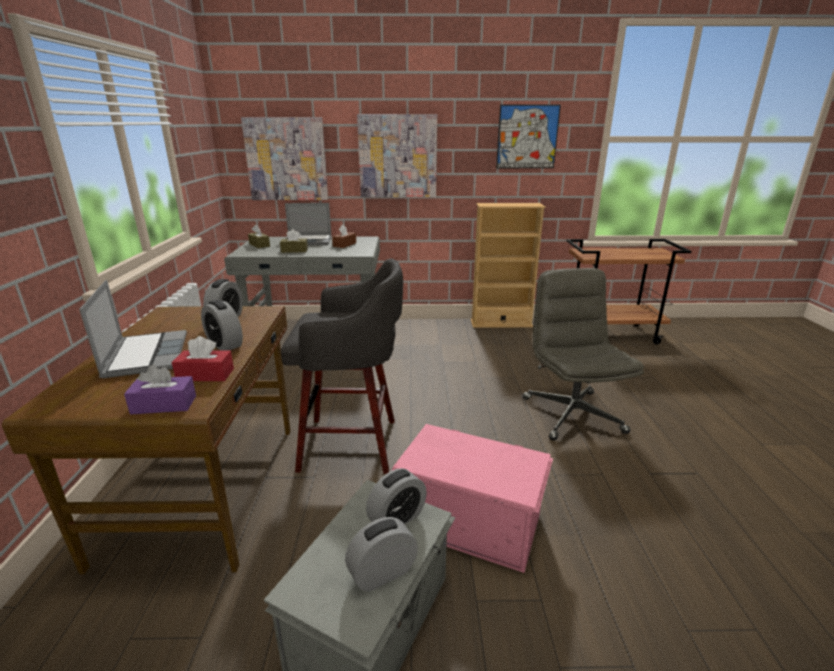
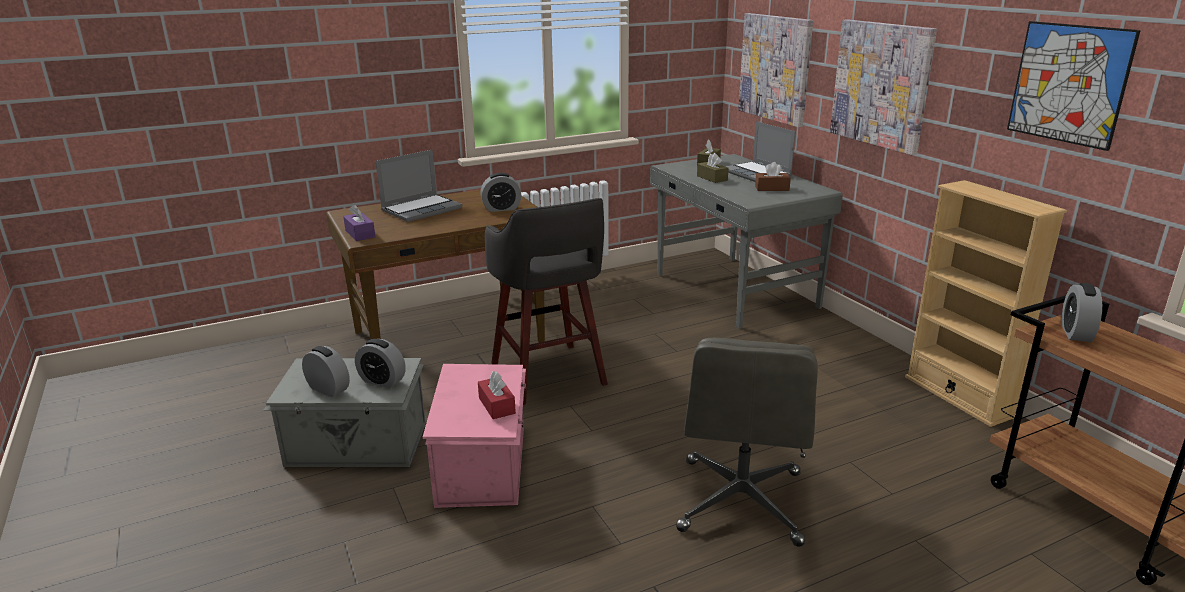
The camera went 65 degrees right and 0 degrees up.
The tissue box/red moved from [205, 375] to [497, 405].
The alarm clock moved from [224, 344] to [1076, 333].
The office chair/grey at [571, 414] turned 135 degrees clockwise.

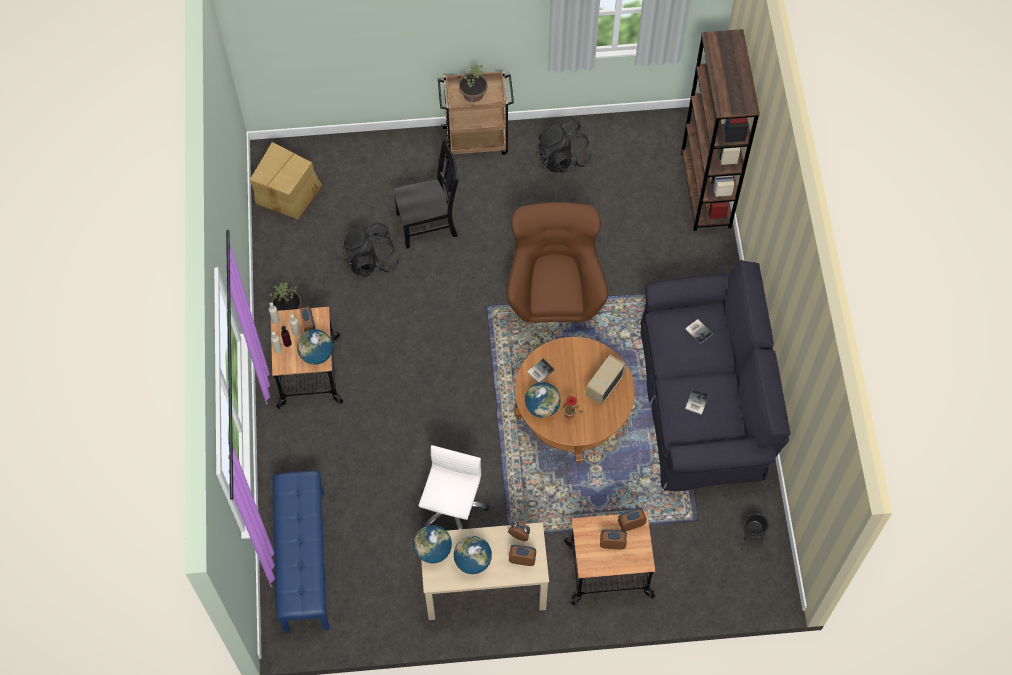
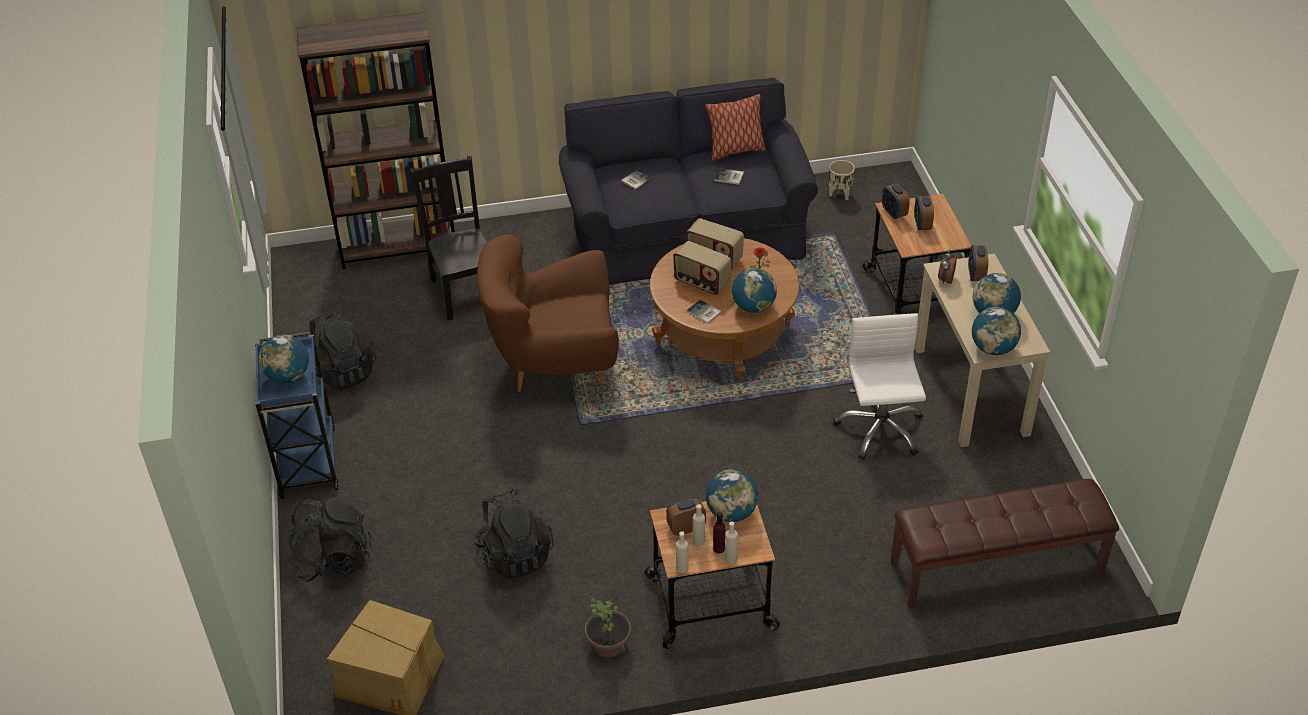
The camera went 95 degrees left and 20 degrees down.
The backpack/black at [333, 559] appeared.
The radio at [701, 283] appeared.
The pillow at [735, 151] appeared.
The chair/black moved from [429, 224] to [465, 290].
The potted plant at [473, 93] was replaced by the globe at [288, 376].
The bench/blue at [303, 560] became the bench/brown at [996, 568].
The cart/brown at [477, 140] became the cart/blue at [308, 460].
The planter/black at [752, 535] became the planter/beige at [840, 194].
The office chair/white at [451, 509] turned 75 degrees clockwise.

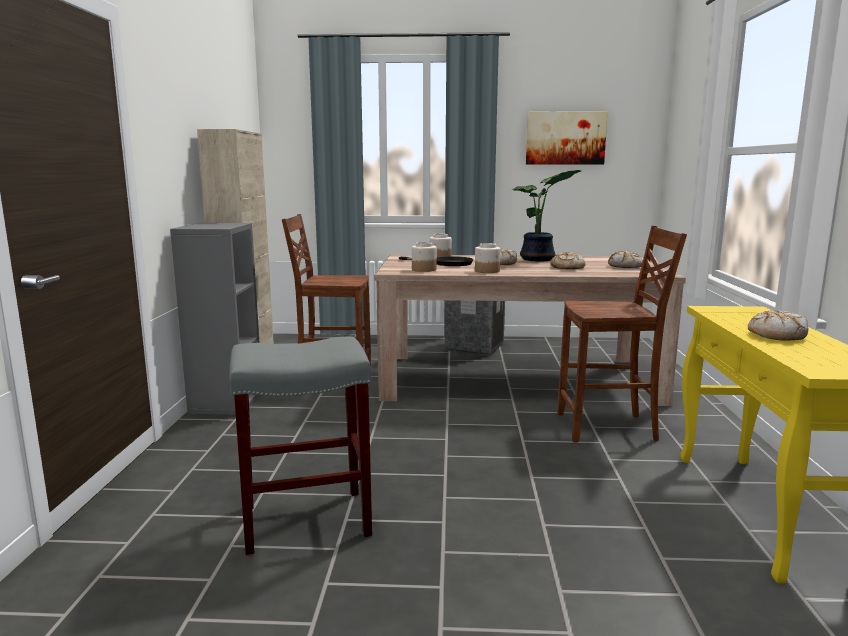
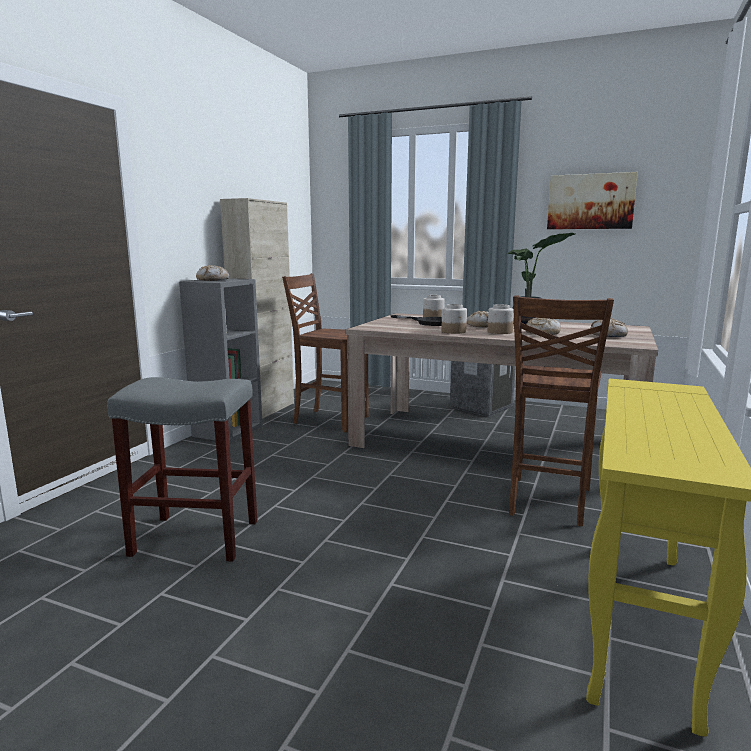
The camera went 20 degrees right and 0 degrees up.
The jar moved from [423, 270] to [499, 332].
The bread moved from [776, 335] to [213, 280].
The chair/brown at [609, 428] turned 90 degrees clockwise.

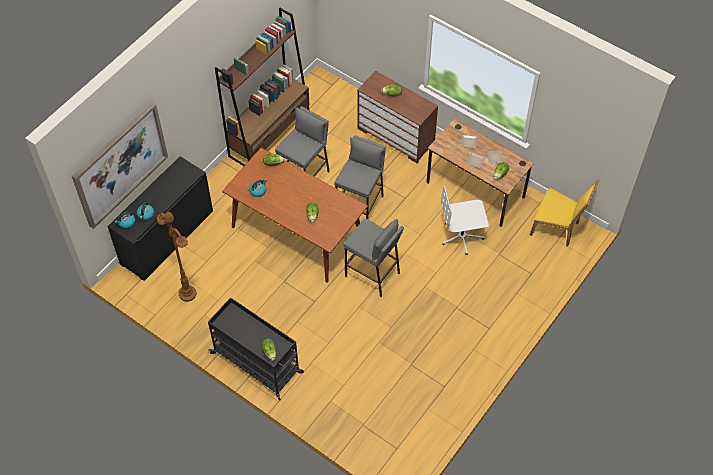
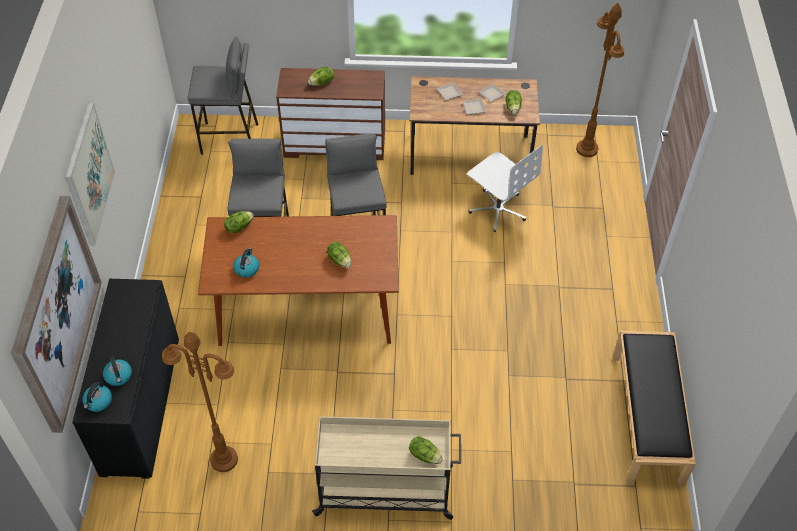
The camera went 35 degrees left and 5 degrees down.
The bookcase/brown at [269, 133] disappeared.
The picture at [89, 174] appeared.
The bench/black at [647, 419] appeared.
The stool/grey moved from [372, 275] to [230, 139].
The chair/yellow at [557, 228] was replaced by the floor lamp/brown at [587, 149].
The cart/black at [257, 363] became the cart/beige at [386, 491].
The office chair/white at [462, 236] turned 90 degrees counterclockwise.

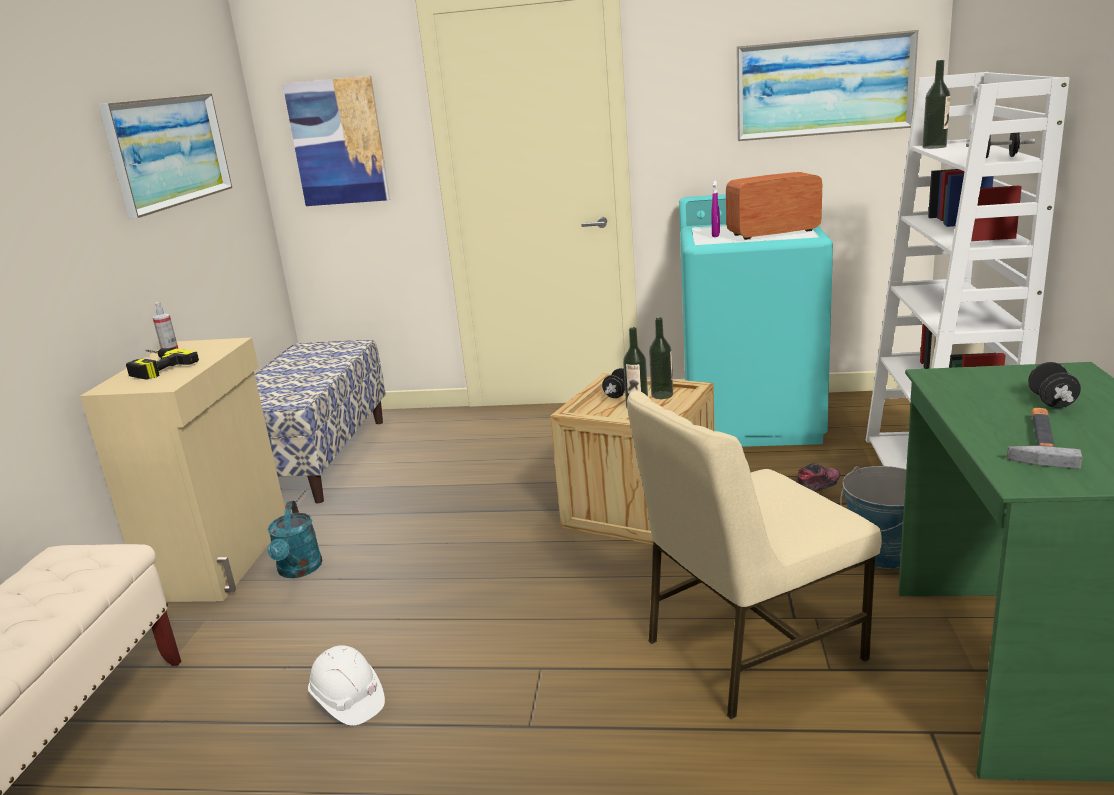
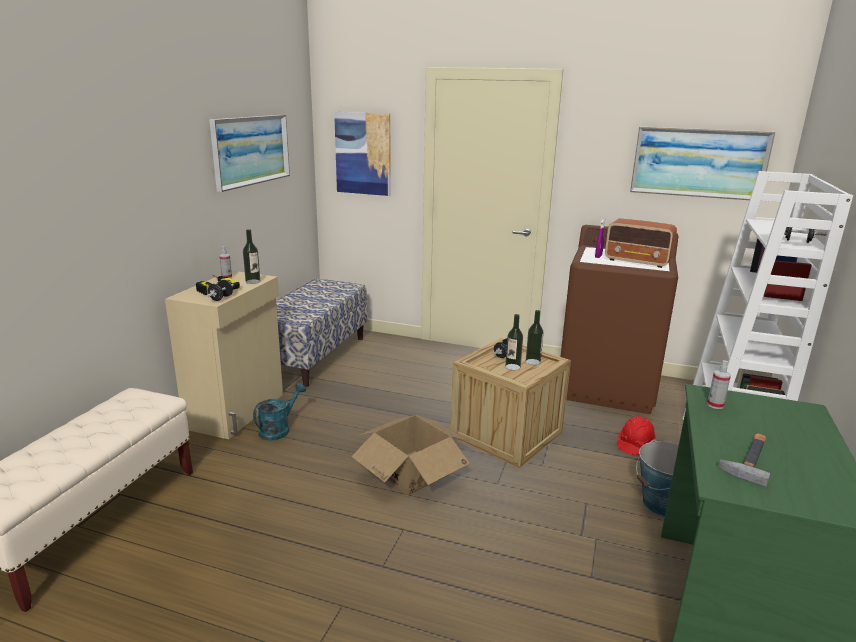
The camera went 10 degrees right and 0 degrees up.
The hard hat/white at [347, 700] disappeared.
The chair/beige at [749, 649] disappeared.
The cardboard box at [412, 472] appeared.
The spray bottle at [715, 405] appeared.
The bottle moved from [934, 147] to [253, 281].
The dumbbell/black moved from [1051, 401] to [221, 298].
The shoe at [818, 485] was replaced by the hard hat/red at [635, 444].
The washing machine/turquoise at [752, 420] became the washing machine/brown at [607, 386].
The watering can/turquoise at [299, 570] turned 150 degrees counterclockwise.
The radio at [772, 233] turned 150 degrees counterclockwise.

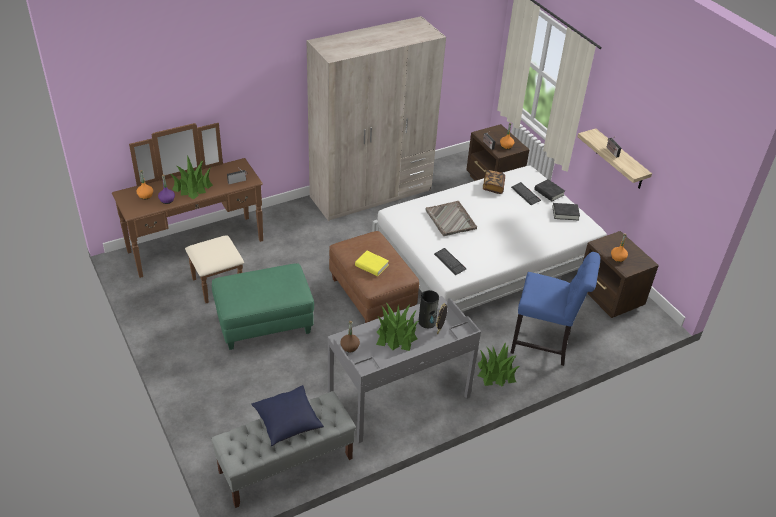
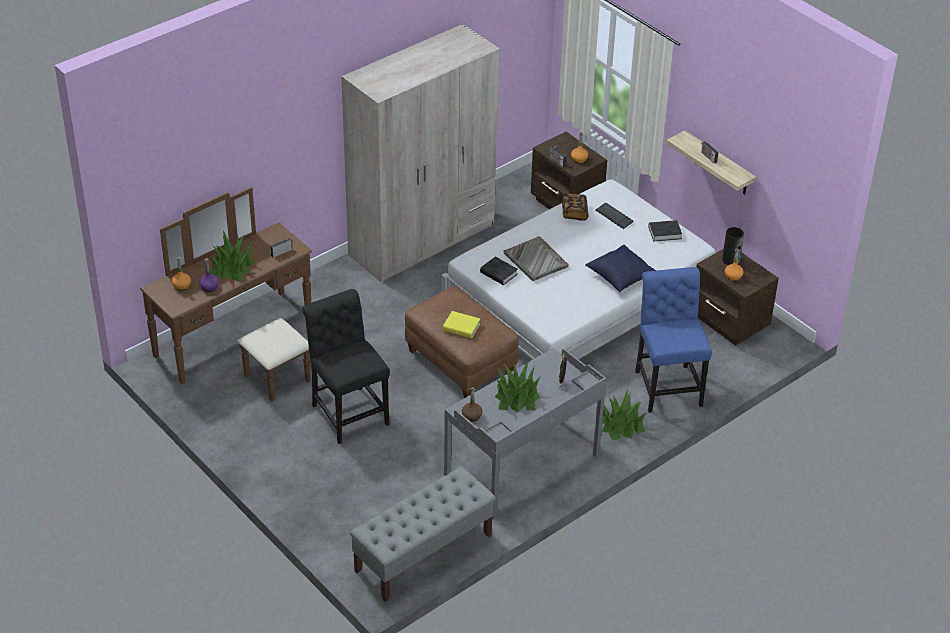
The camera went 10 degrees left and 0 degrees up.
The keyboard at [449, 262] disappeared.
The pillow/blue moved from [287, 422] to [620, 277].
The vase moved from [427, 322] to [731, 260].
The book/black moved from [549, 192] to [498, 273].
The ottoman/green at [265, 323] was replaced by the chair/black at [348, 412].
The chair/blue at [544, 344] turned 105 degrees counterclockwise.

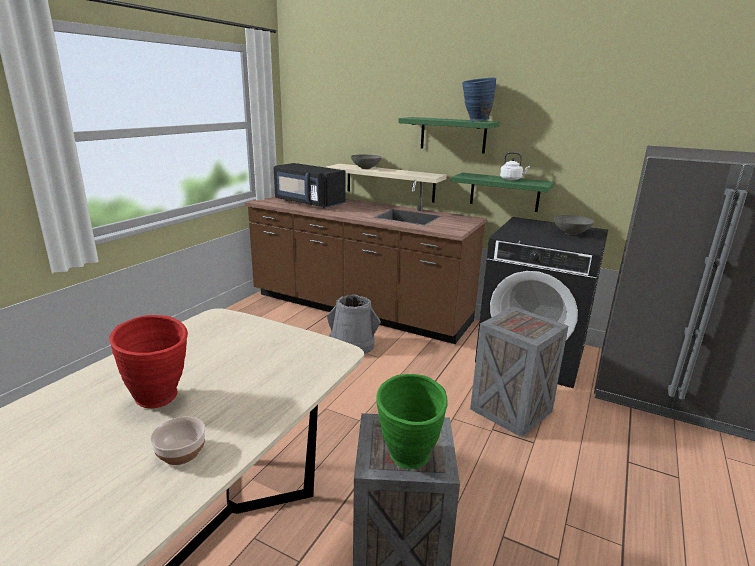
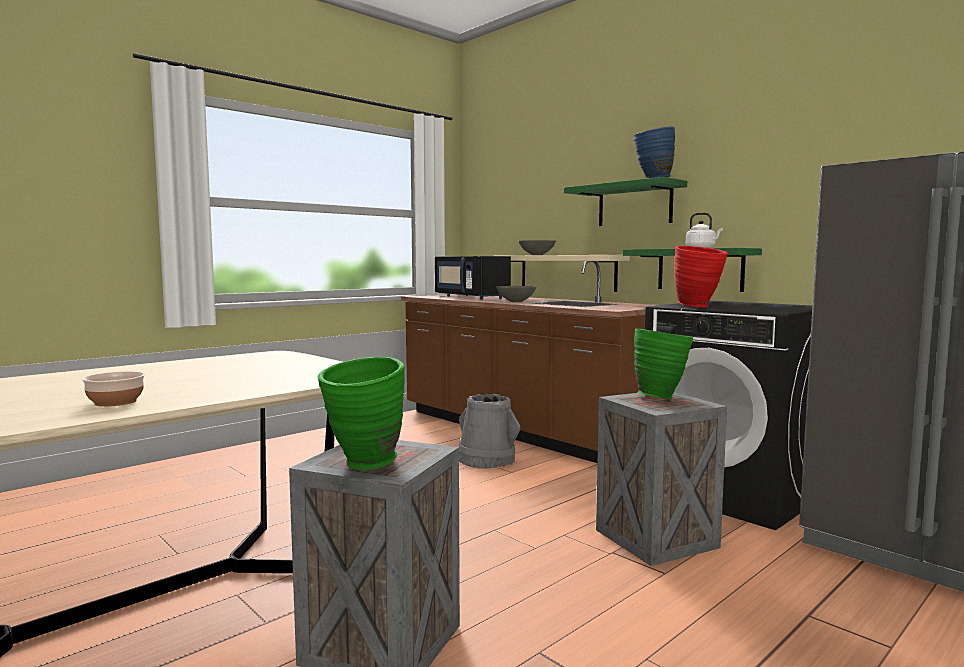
The camera went 20 degrees right and 15 degrees down.
The vase/green at [661, 397] appeared.
The vase/red moved from [161, 401] to [699, 307].
The bowl/grey moved from [570, 233] to [515, 301].

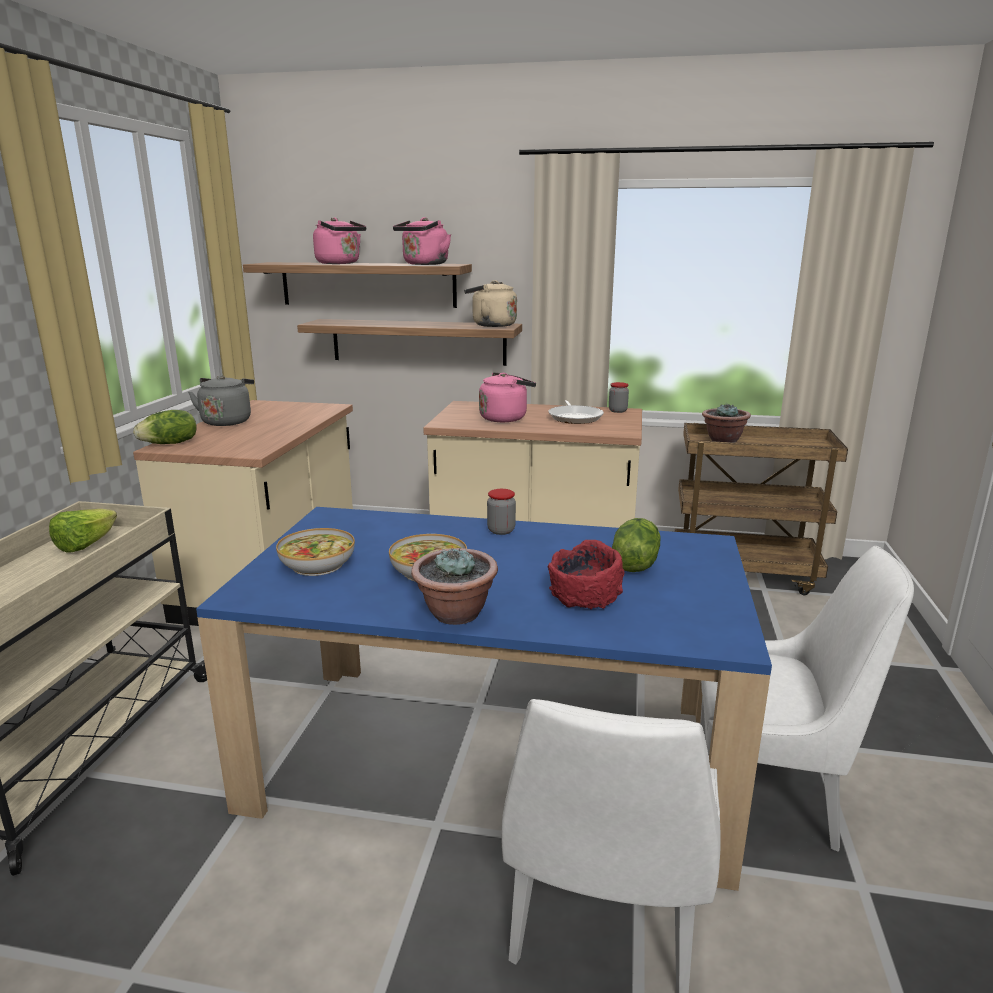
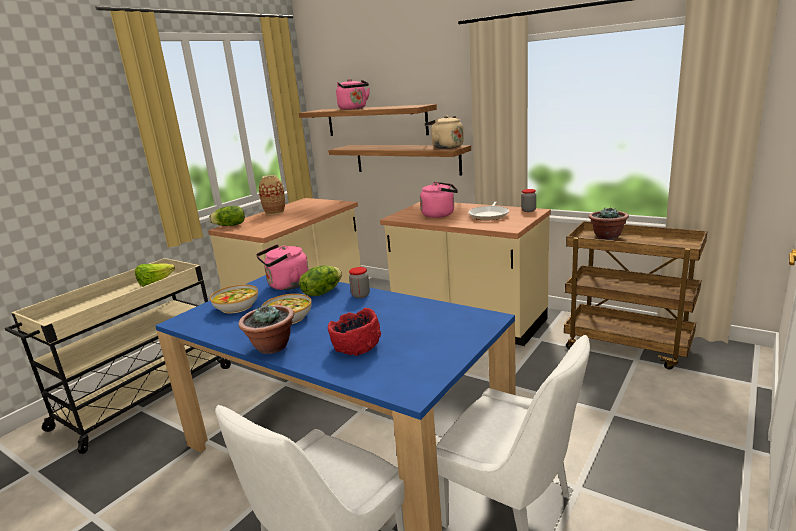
The camera went 25 degrees right and 0 degrees up.
The kettle/pink moved from [424, 264] to [286, 285].
The lettuce moved from [634, 564] to [322, 292].
The kettle/grey at [227, 421] was replaced by the vase at [275, 212].

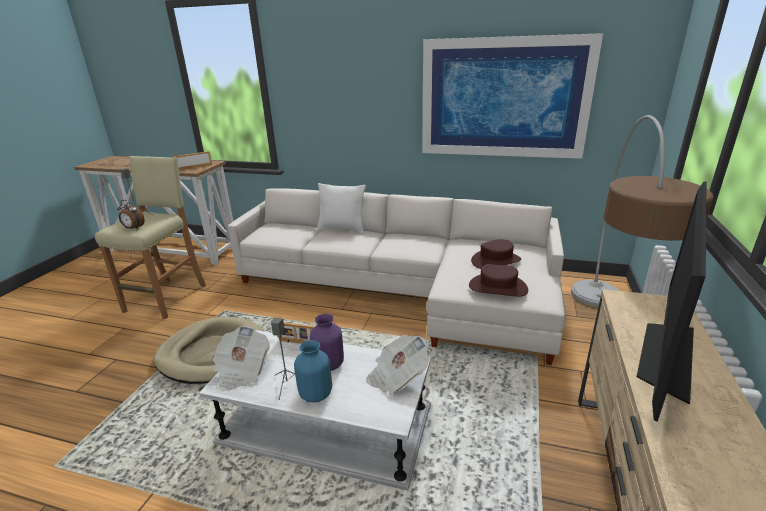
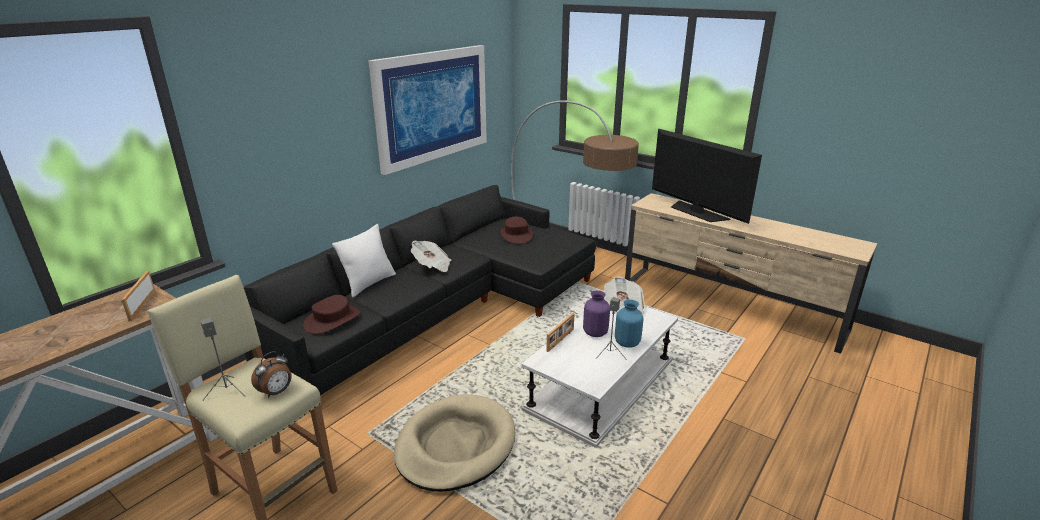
The camera went 70 degrees left and 0 degrees up.
The newspaper moved from [242, 371] to [432, 265].
The hat/brown moved from [497, 287] to [332, 320].
The sofa/white at [406, 289] became the sofa/black at [444, 307].

